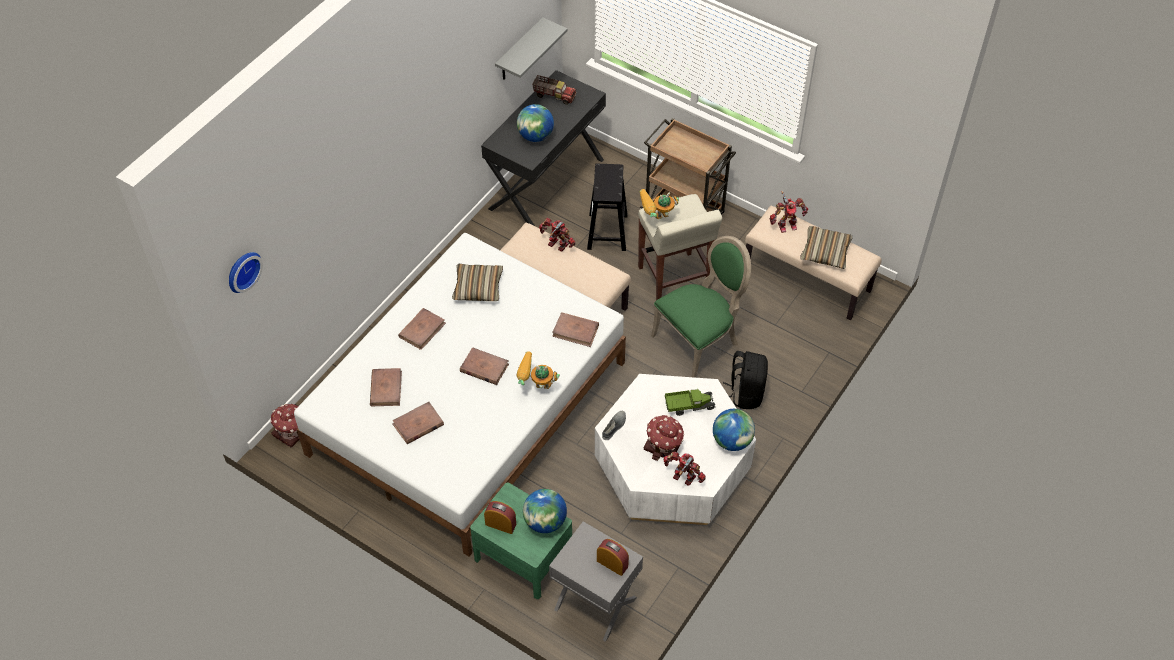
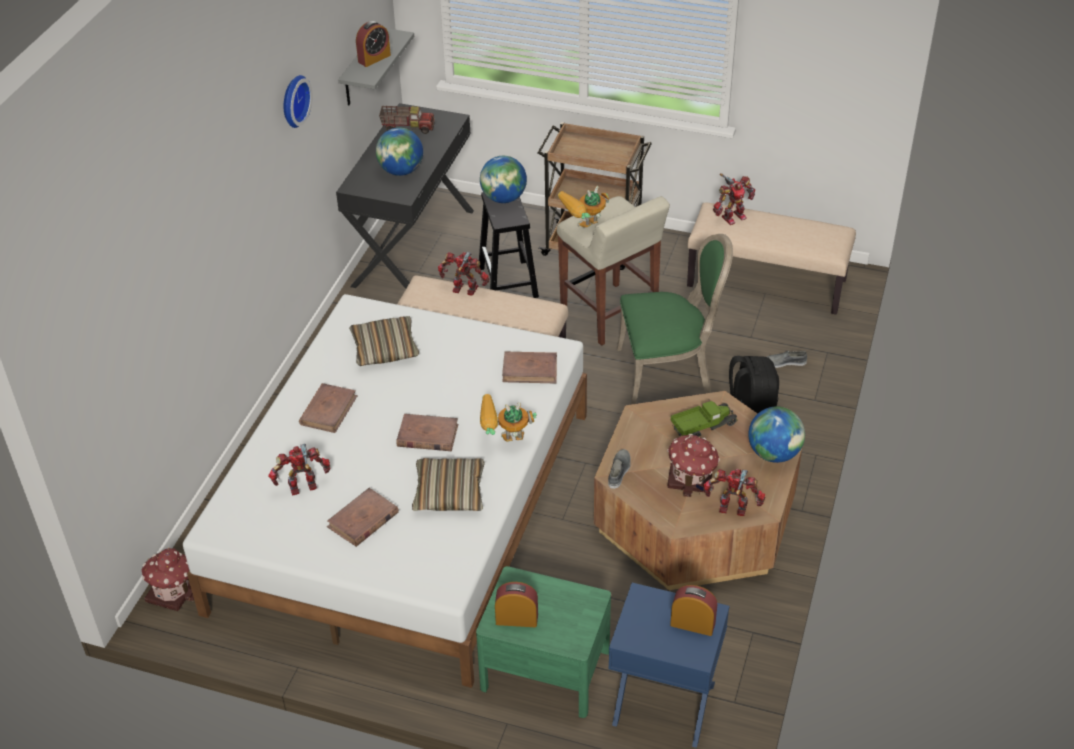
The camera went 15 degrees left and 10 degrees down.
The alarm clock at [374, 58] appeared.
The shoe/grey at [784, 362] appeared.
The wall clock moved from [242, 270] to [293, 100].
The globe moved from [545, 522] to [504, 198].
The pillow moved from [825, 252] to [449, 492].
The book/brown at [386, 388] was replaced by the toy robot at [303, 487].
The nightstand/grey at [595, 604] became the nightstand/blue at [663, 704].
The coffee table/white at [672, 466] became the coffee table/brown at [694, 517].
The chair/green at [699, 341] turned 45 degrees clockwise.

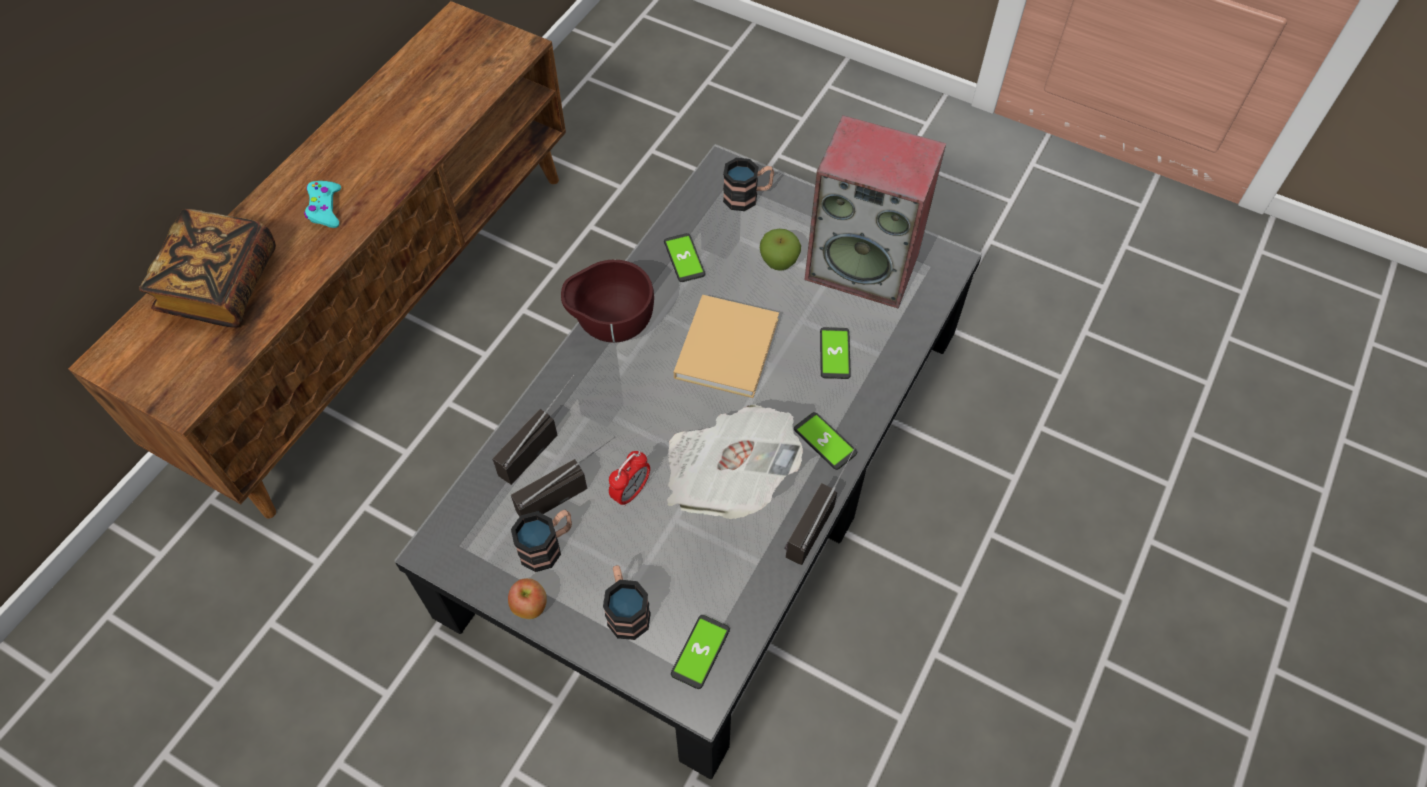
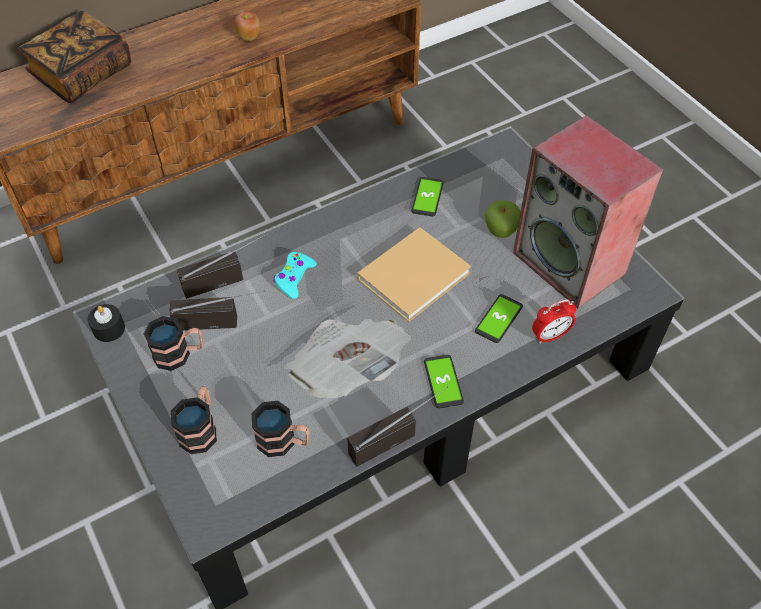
The camera went 30 degrees right and 5 degrees down.
The bowl/brown at [611, 327] disappeared.
The phone at [700, 652] disappeared.
The candle/black at [109, 329] appeared.
The game controller/turquoise moved from [325, 209] to [294, 278].
The apple moved from [530, 606] to [249, 37].
The alarm clock moved from [631, 492] to [550, 336].
The mug moved from [747, 196] to [284, 442].

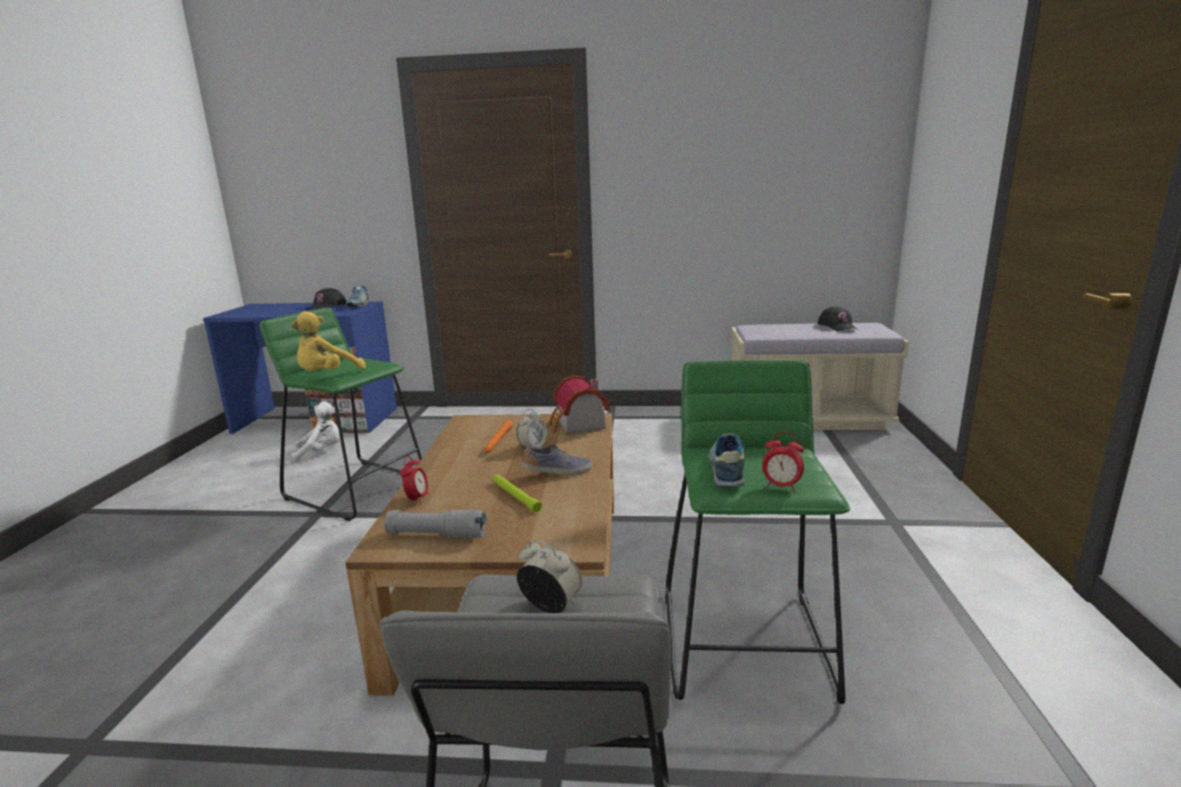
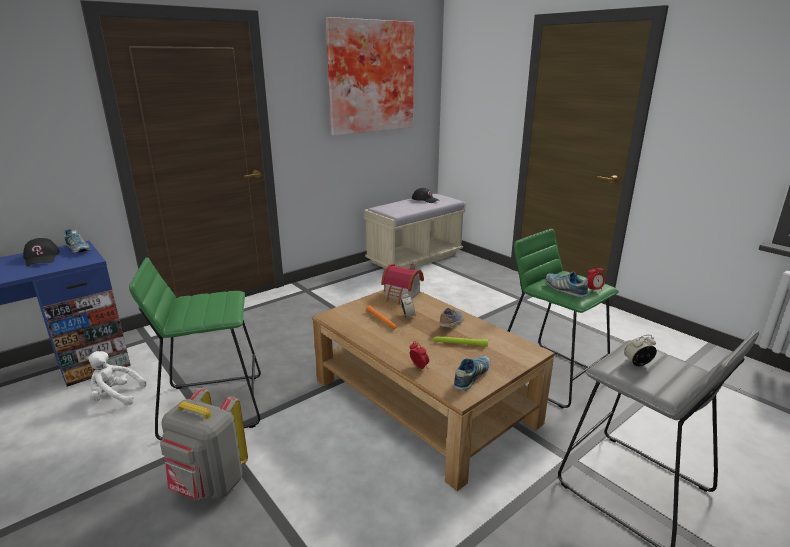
The camera went 45 degrees left and 5 degrees up.
The plush toy/yellow at [327, 376] disappeared.
The backpack/grey at [209, 485] appeared.
The picture at [370, 77] appeared.
The flashlight/grey at [437, 535] was replaced by the shoe at [471, 377].
The plush toy/white at [322, 452] turned 120 degrees counterclockwise.

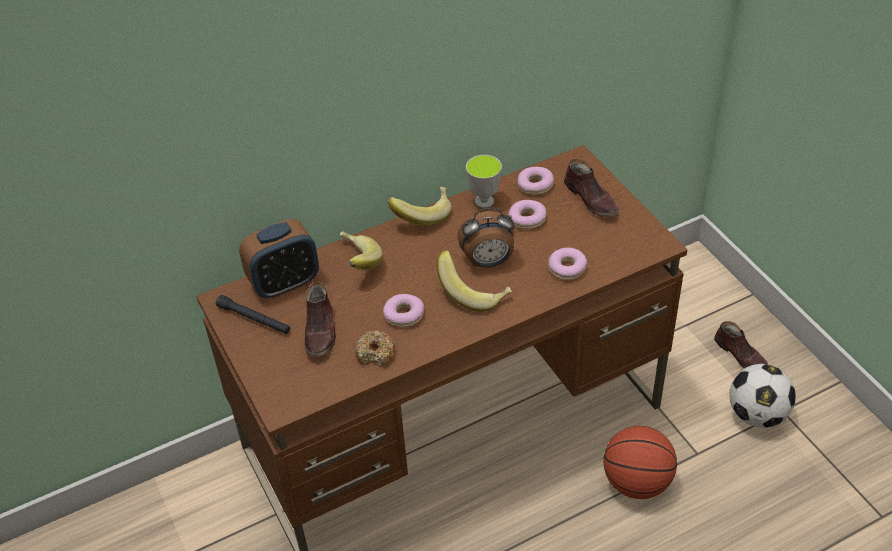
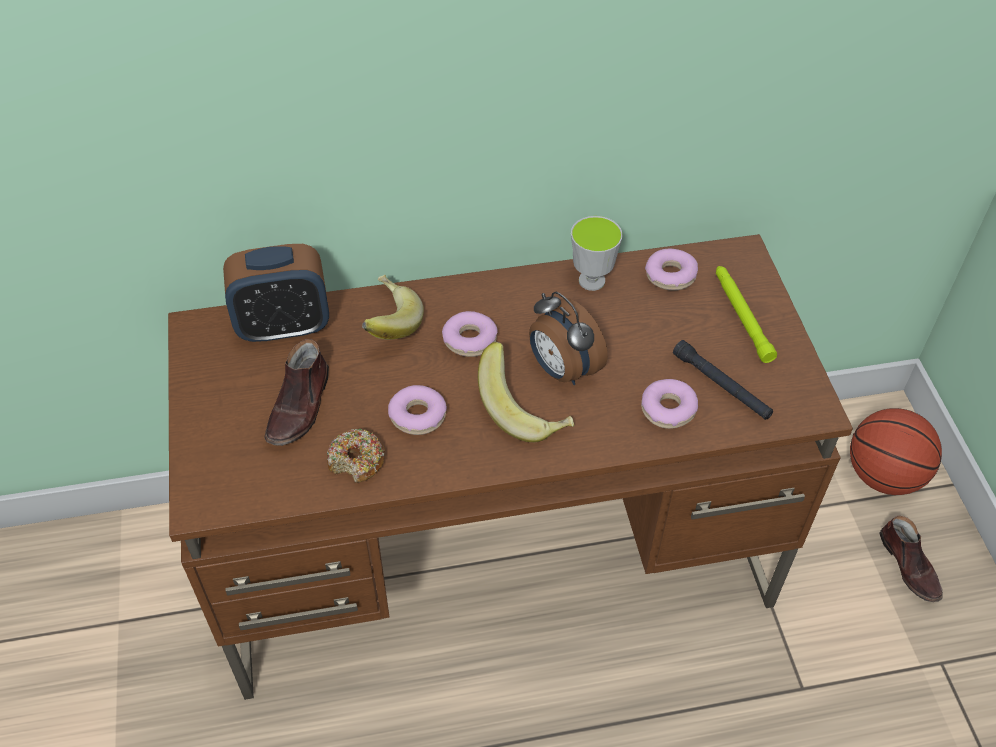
The camera went 15 degrees right and 5 degrees up.
The banana at [422, 215] disappeared.
The football at [757, 414] disappeared.
The flashlight/black moved from [254, 319] to [721, 386].
The donut moved from [527, 219] to [470, 340].
The basketball moved from [637, 482] to [883, 475].
The shoe/brown at [592, 199] was replaced by the flashlight/green at [741, 316].
The alarm clock at [488, 262] turned 45 degrees clockwise.

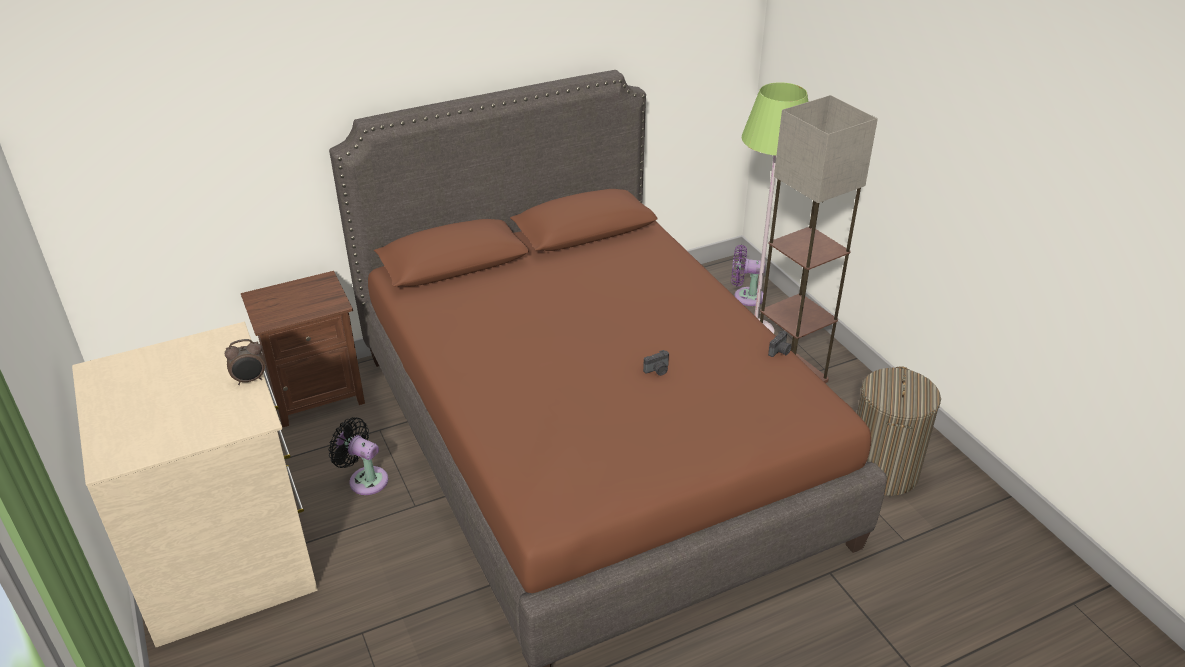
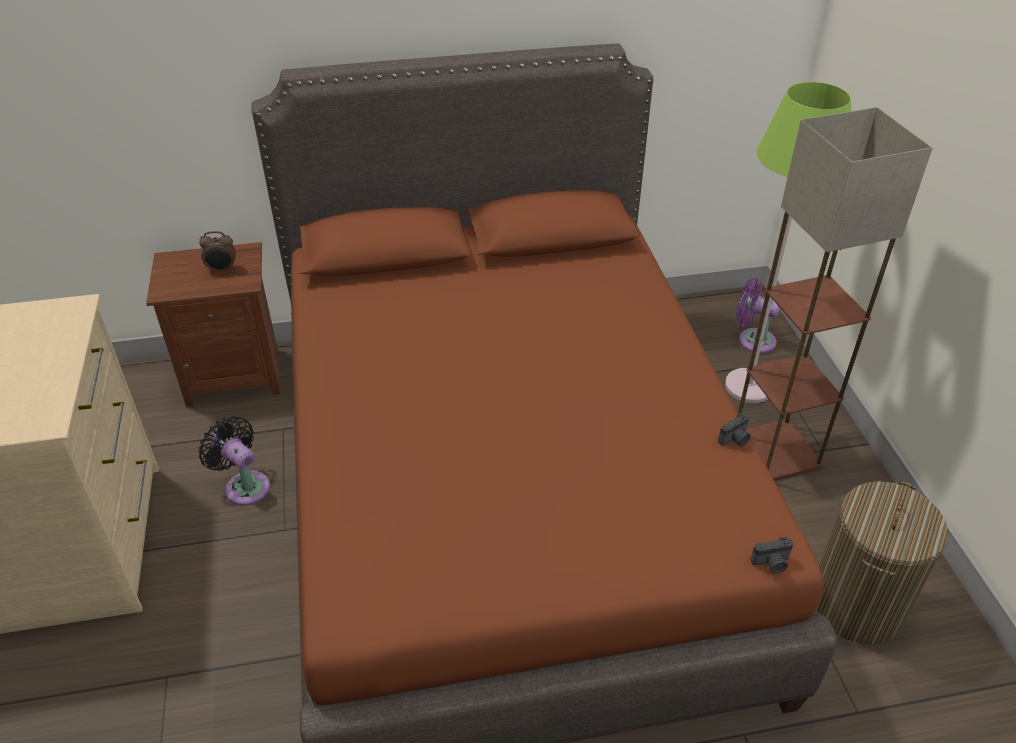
The camera went 15 degrees right and 5 degrees up.
The alarm clock moved from [250, 380] to [222, 269].
The photo camera moved from [657, 370] to [771, 563].

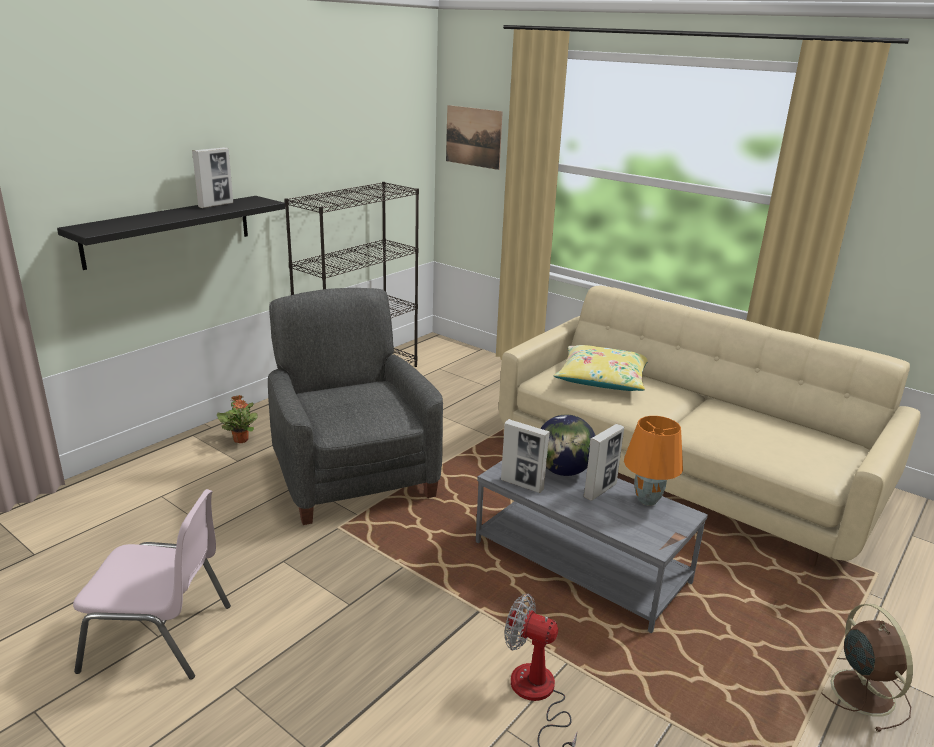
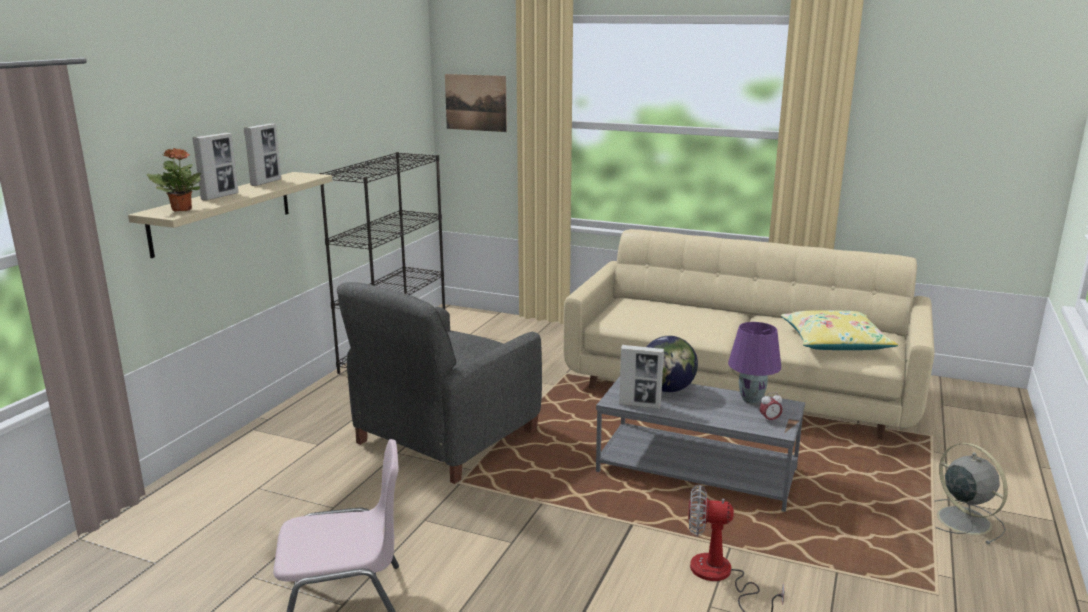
The camera went 15 degrees left and 5 degrees down.
The alarm clock at [769, 420] appeared.
The potted plant moved from [241, 439] to [182, 209].
The pillow/yellow moved from [602, 379] to [834, 342].
The picture frame moved from [600, 490] to [220, 196].
The shelf/black at [169, 230] became the shelf/beige at [222, 212].
The table lamp/orange at [648, 500] became the table lamp/purple at [751, 399].
The fan/brown at [860, 690] became the fan/grey at [961, 519].
The armchair/grey at [353, 475] turned 105 degrees counterclockwise.

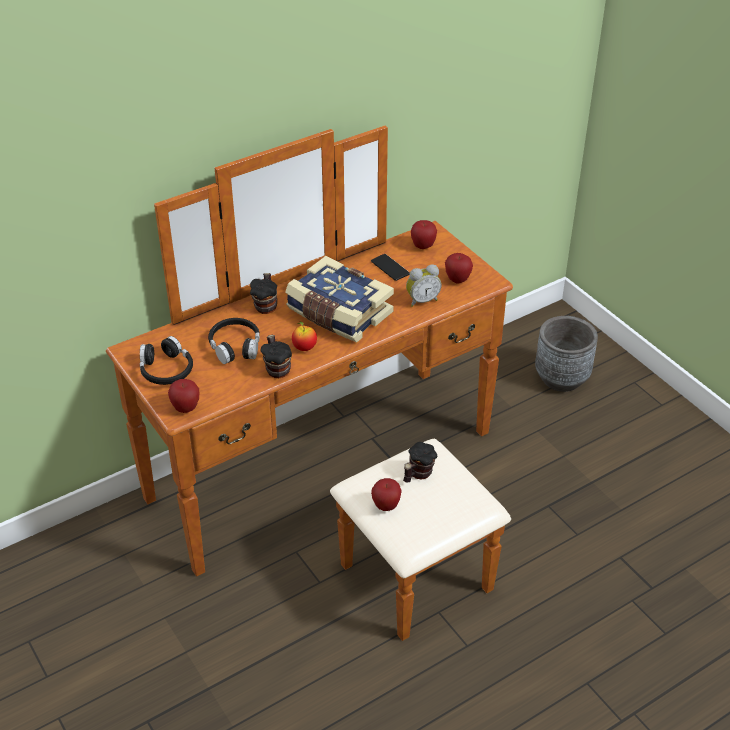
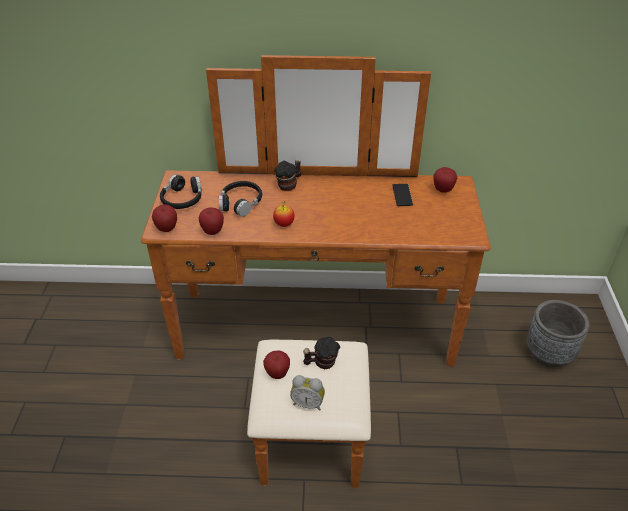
The camera went 35 degrees right and 0 degrees up.
The mug at [277, 368] disappeared.
The book at [338, 314] disappeared.
The alarm clock moved from [422, 300] to [308, 403].
The apple moved from [457, 280] to [213, 232].

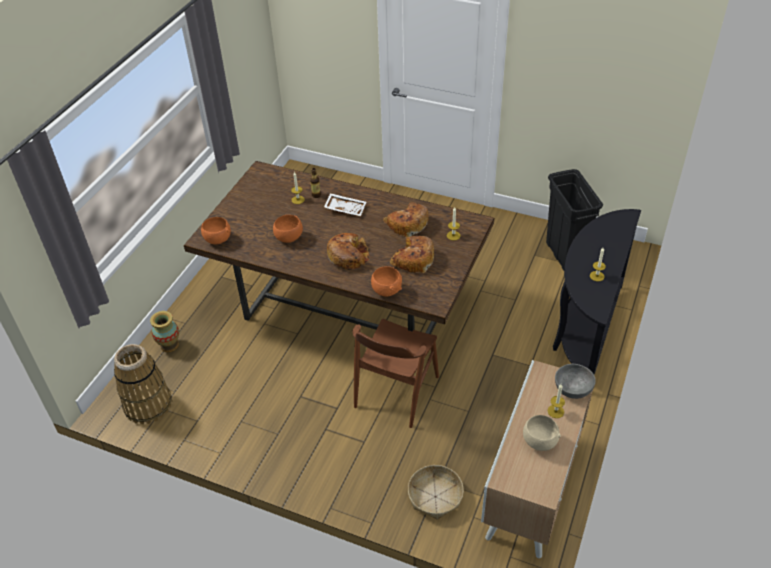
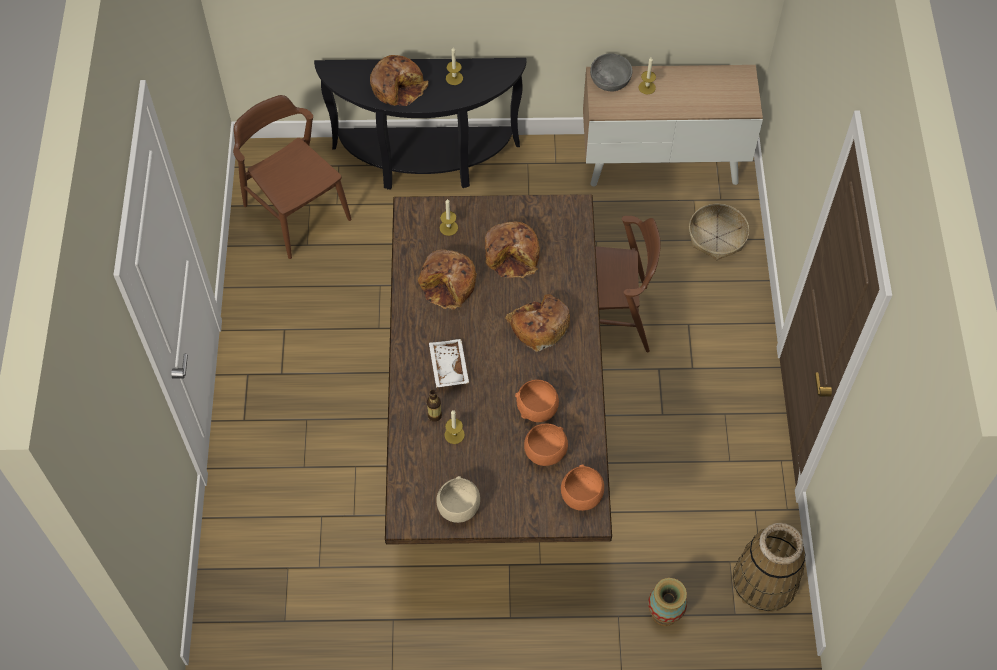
The camera went 115 degrees left and 15 degrees up.
The bread at [398, 86] appeared.
The bowl/orange moved from [386, 290] to [544, 453].
The bowl/beige moved from [539, 441] to [458, 508].
The trash can/black at [564, 256] was replaced by the chair/brown at [297, 212].

